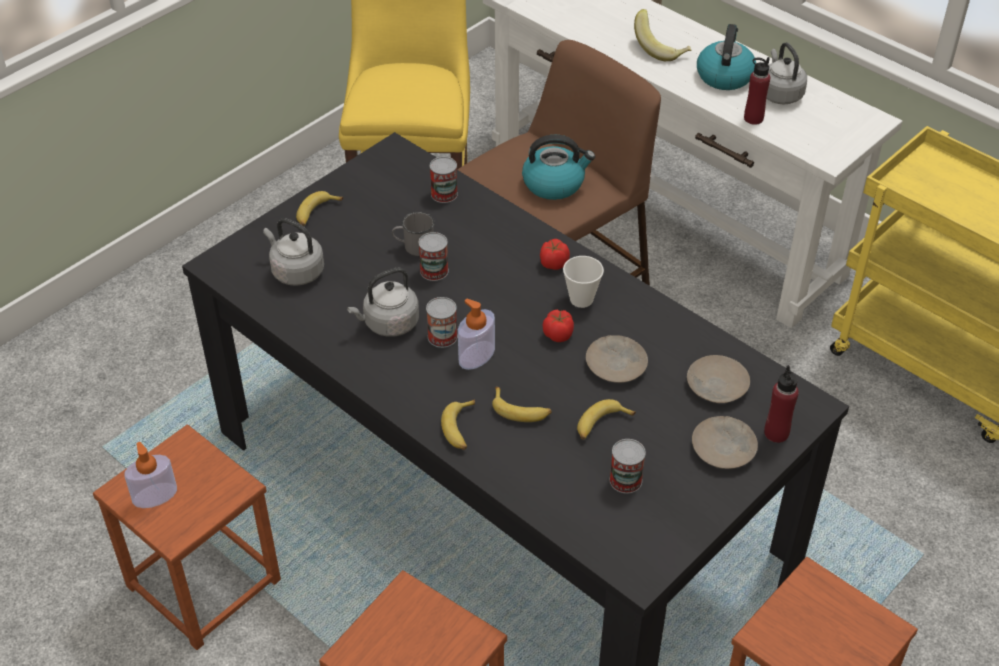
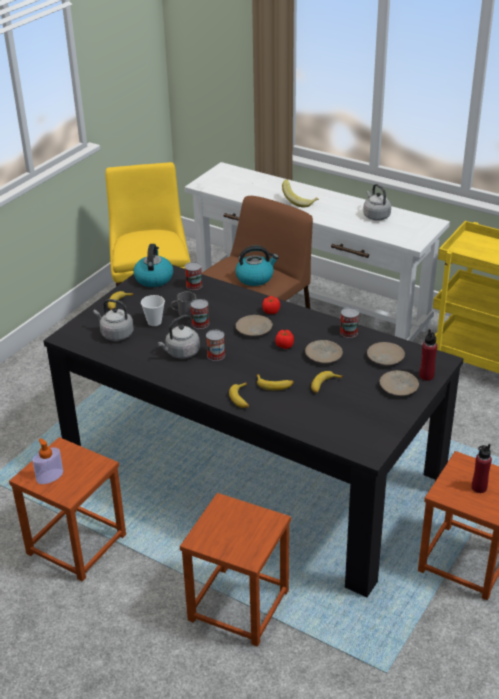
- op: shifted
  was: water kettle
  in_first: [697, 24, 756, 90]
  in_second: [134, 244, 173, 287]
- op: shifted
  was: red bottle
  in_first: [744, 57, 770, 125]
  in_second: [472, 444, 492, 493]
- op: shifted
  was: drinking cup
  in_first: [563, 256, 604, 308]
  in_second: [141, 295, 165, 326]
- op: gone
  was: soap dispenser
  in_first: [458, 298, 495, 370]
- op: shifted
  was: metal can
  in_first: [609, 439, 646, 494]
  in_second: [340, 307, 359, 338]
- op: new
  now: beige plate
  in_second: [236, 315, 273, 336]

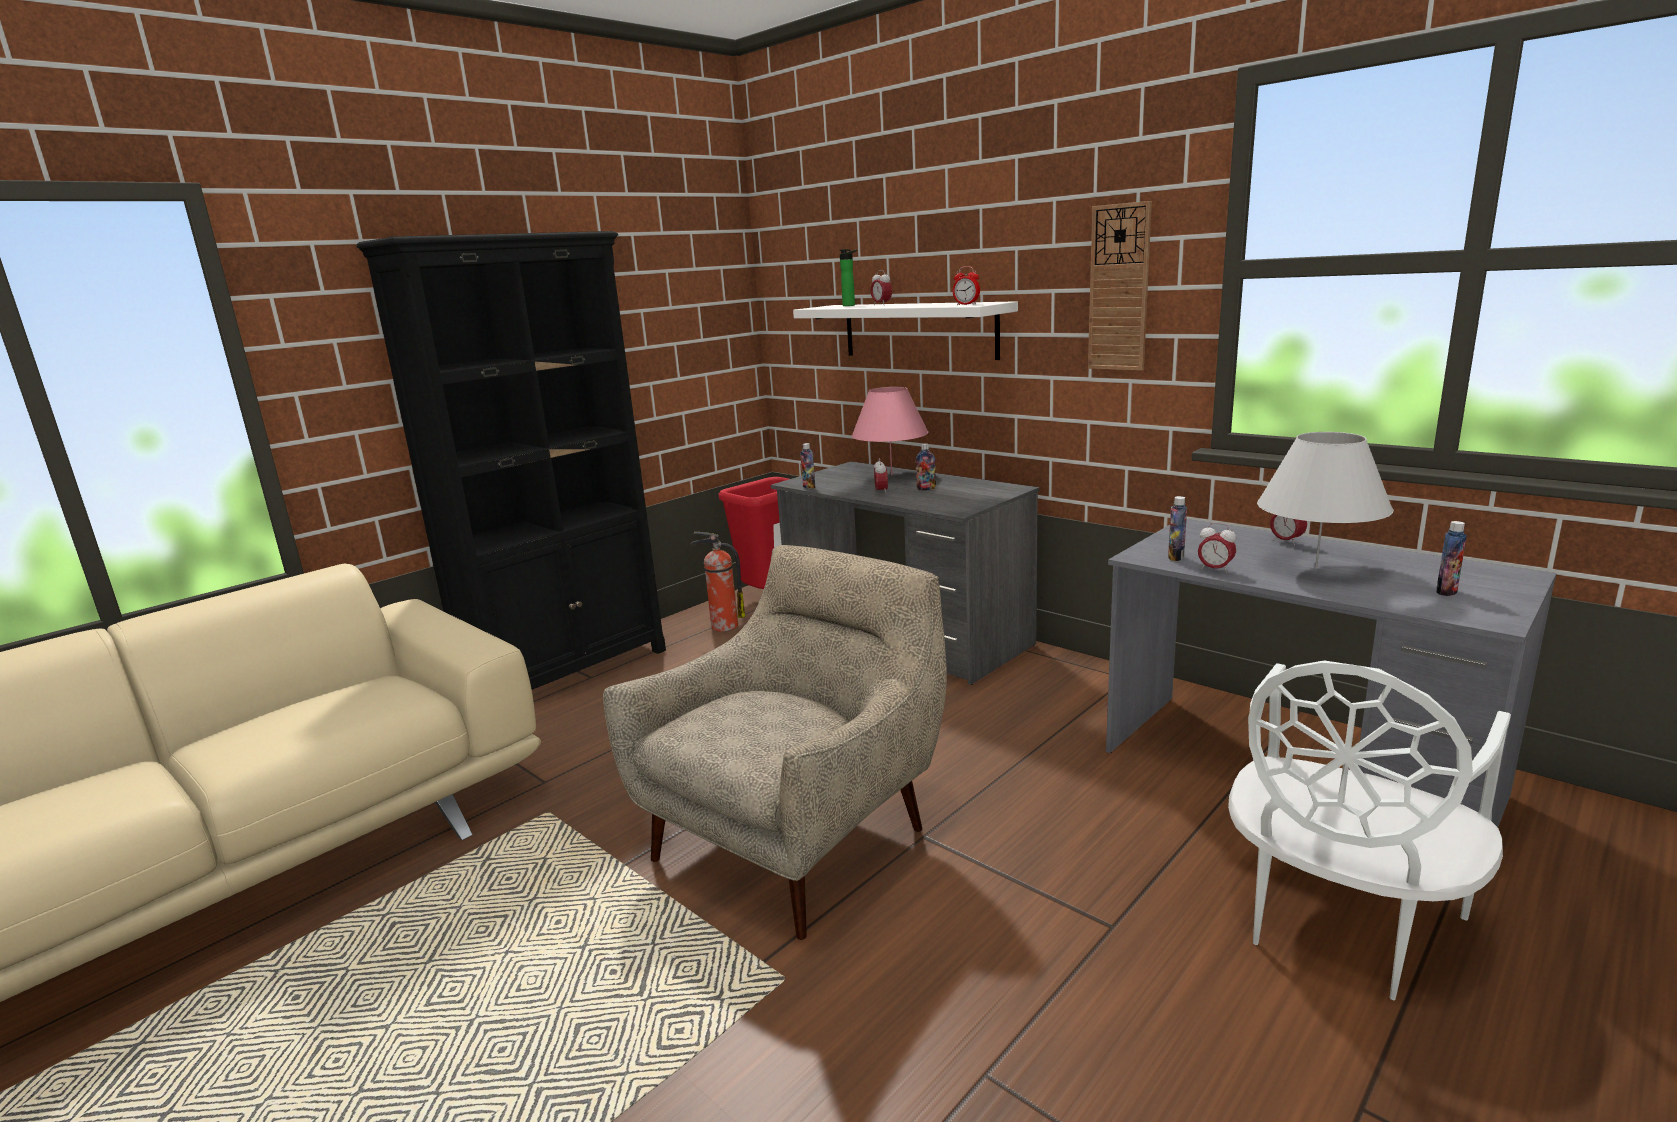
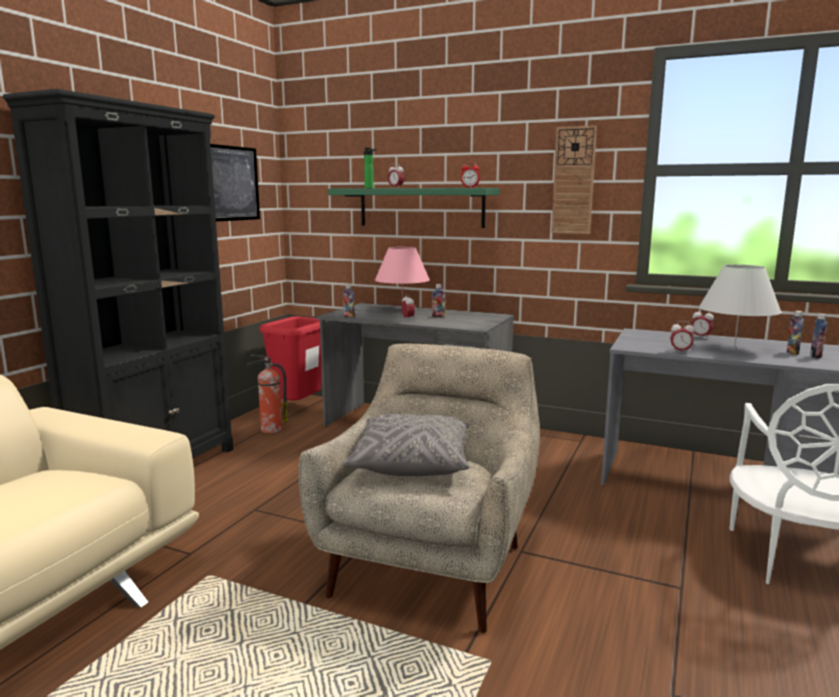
- op: repainted
  was: whitish shelf
  now: green-coloured shelf
  in_first: [793, 301, 1018, 360]
  in_second: [328, 188, 500, 228]
- op: shifted
  was: bottle
  in_first: [1168, 496, 1187, 561]
  in_second: [787, 311, 804, 355]
- op: new
  now: wall picture
  in_second: [210, 144, 260, 222]
- op: new
  now: greyish cushion
  in_second: [343, 414, 469, 476]

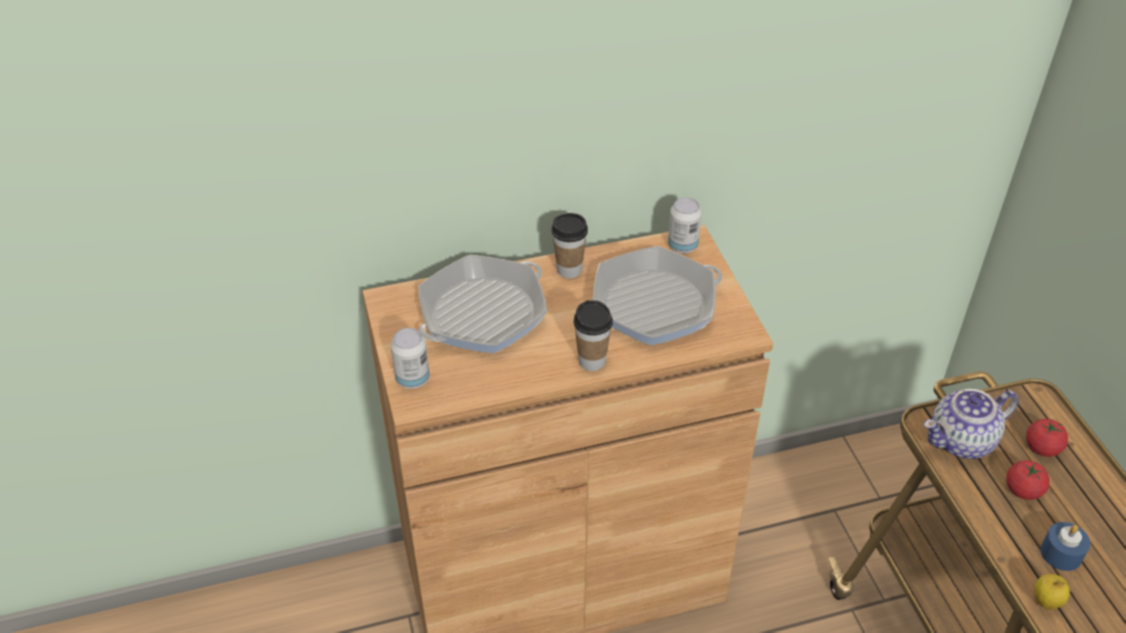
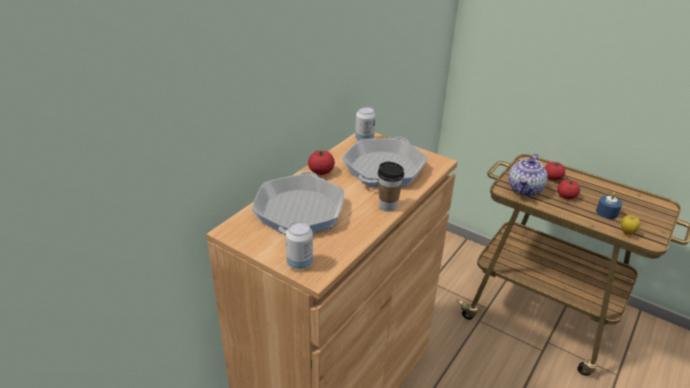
- op: swapped
  was: drinking cup
  now: whole tomato
  in_first: [551, 213, 588, 278]
  in_second: [308, 150, 335, 175]

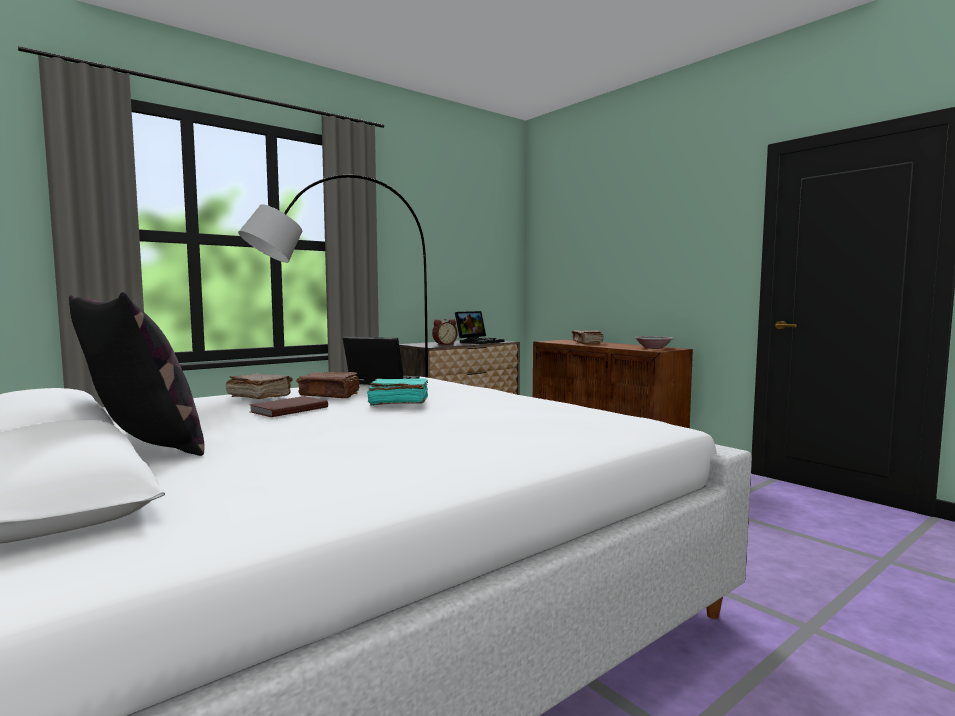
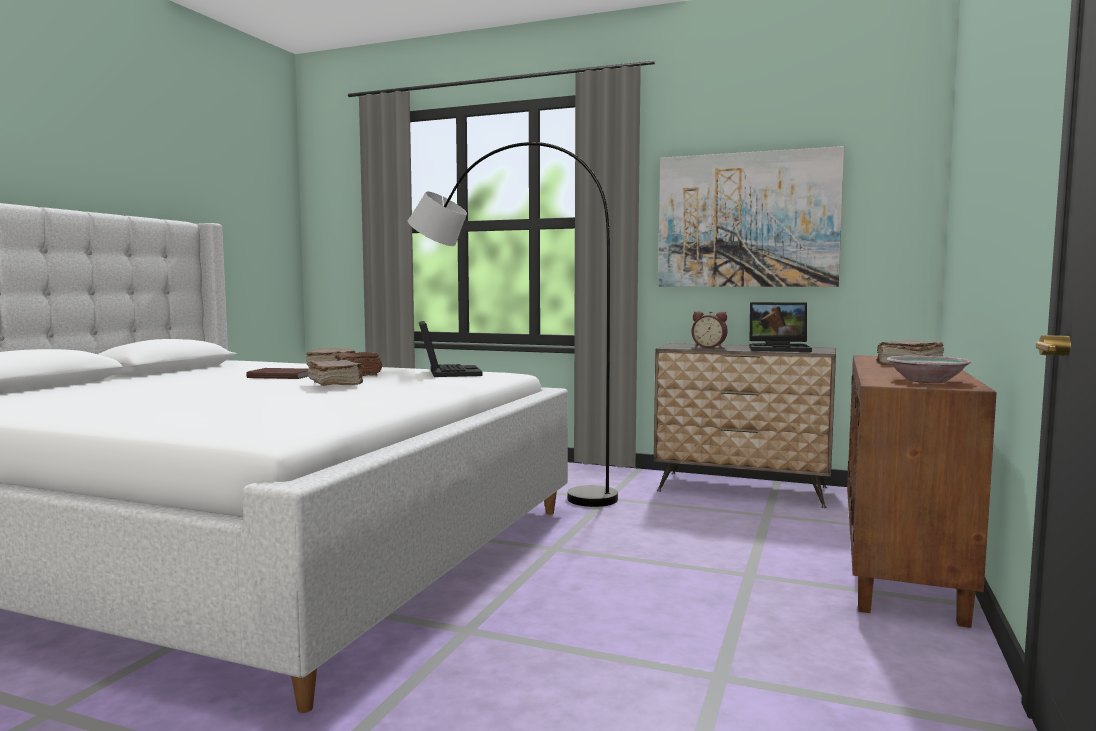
- op: gone
  was: cushion
  in_first: [69, 292, 204, 456]
- op: repainted
  was: blue-green book
  now: brown book
  in_first: [367, 378, 428, 406]
  in_second: [308, 360, 365, 386]
- op: new
  now: wall picture
  in_second: [658, 146, 844, 287]

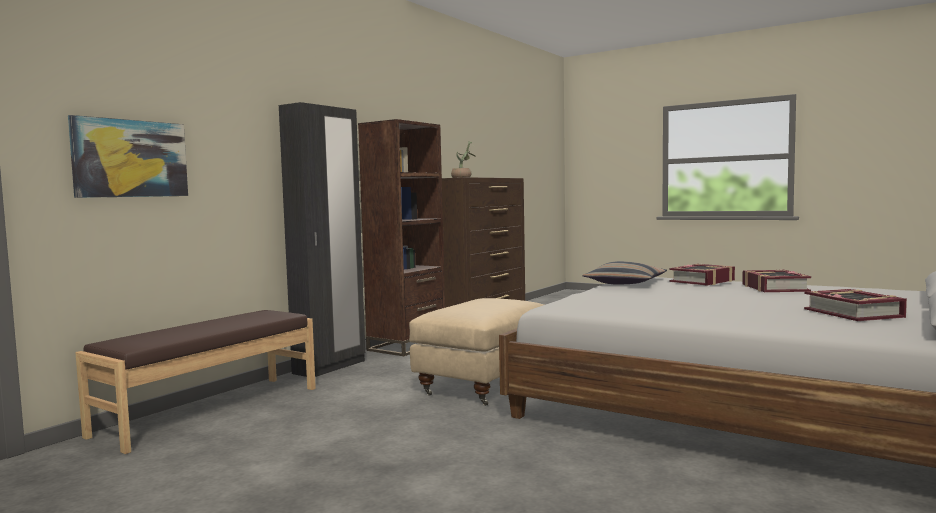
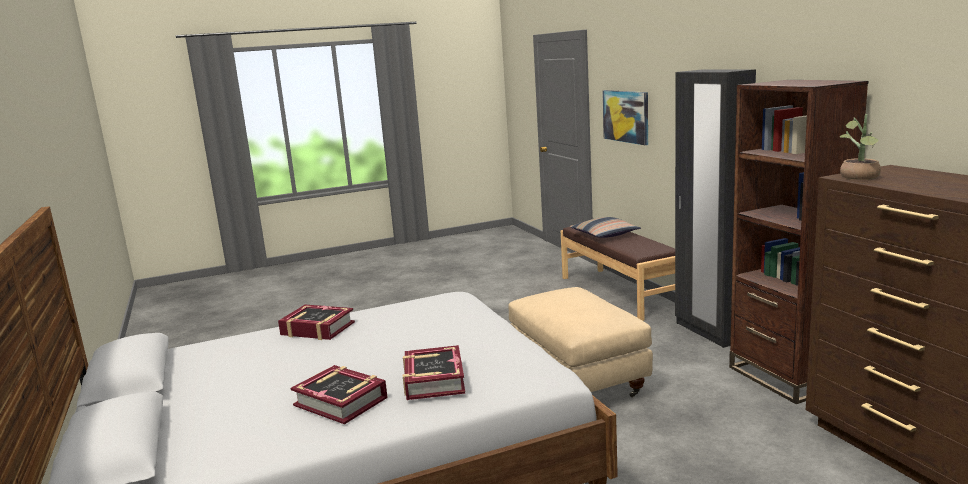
- op: shifted
  was: cushion
  in_first: [583, 261, 667, 284]
  in_second: [569, 217, 641, 238]
- op: shifted
  was: book
  in_first: [804, 289, 907, 321]
  in_second: [278, 305, 355, 340]

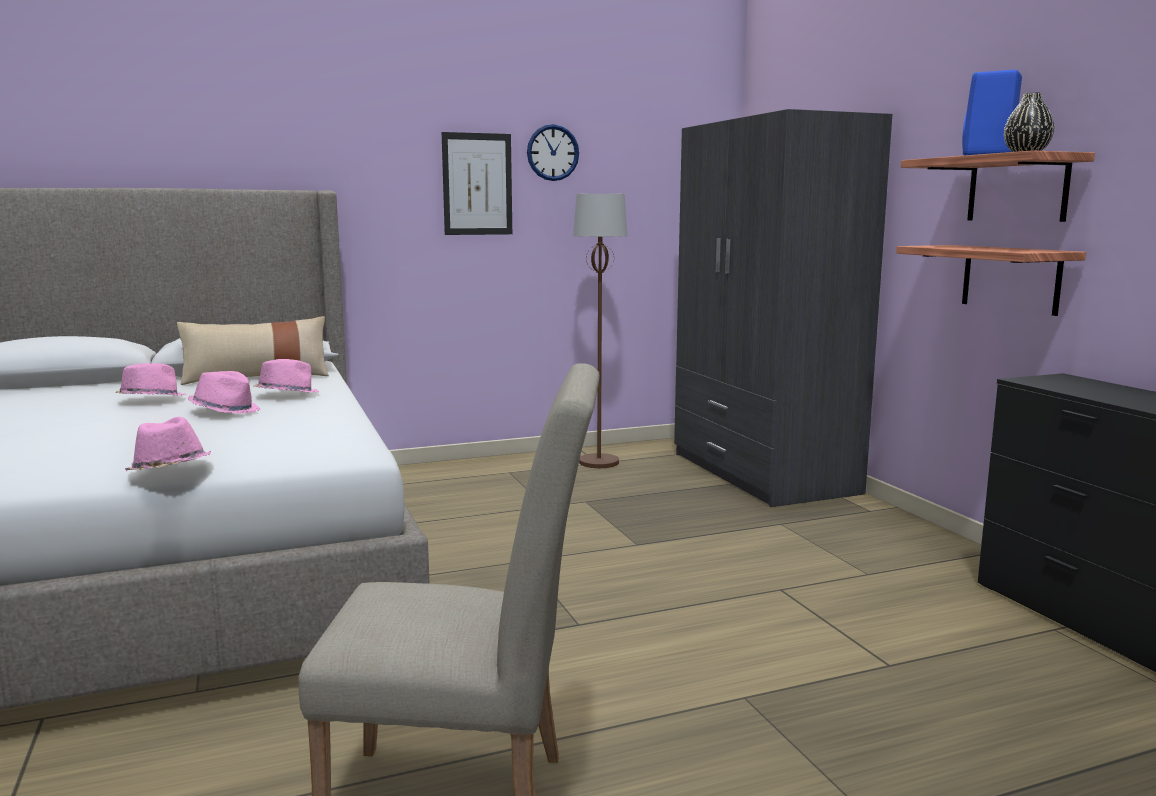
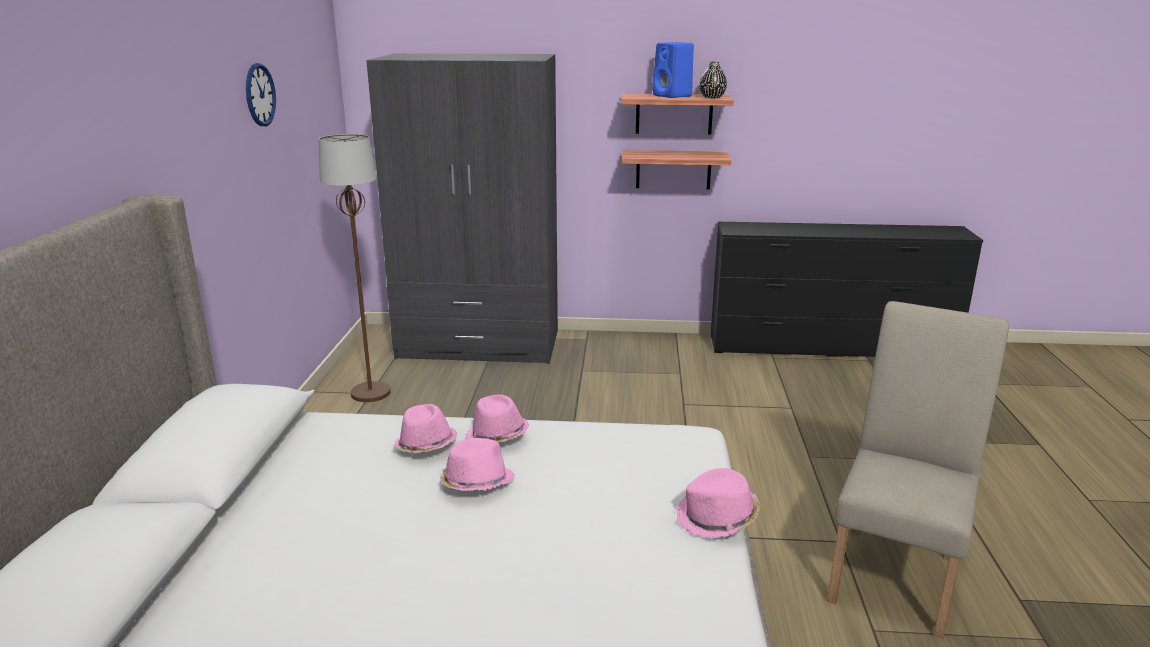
- op: gone
  was: wall picture
  in_first: [442, 132, 512, 235]
- op: gone
  was: beige cushion
  in_first: [177, 316, 329, 385]
- op: shifted
  was: pinkish clothing hat
  in_first: [116, 363, 186, 396]
  in_second: [466, 394, 529, 442]

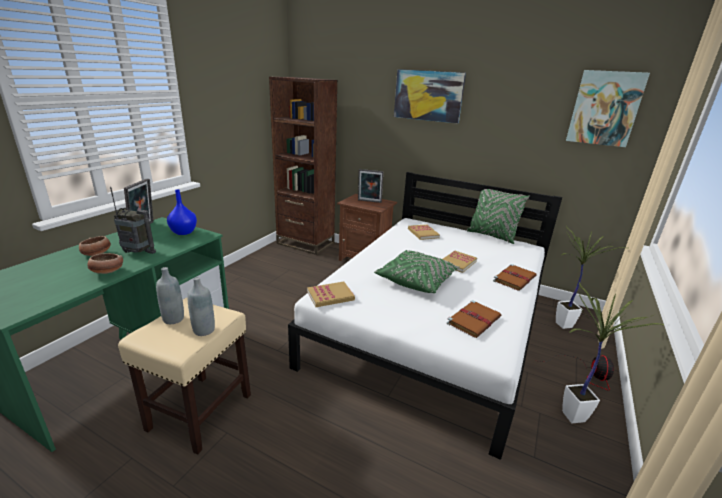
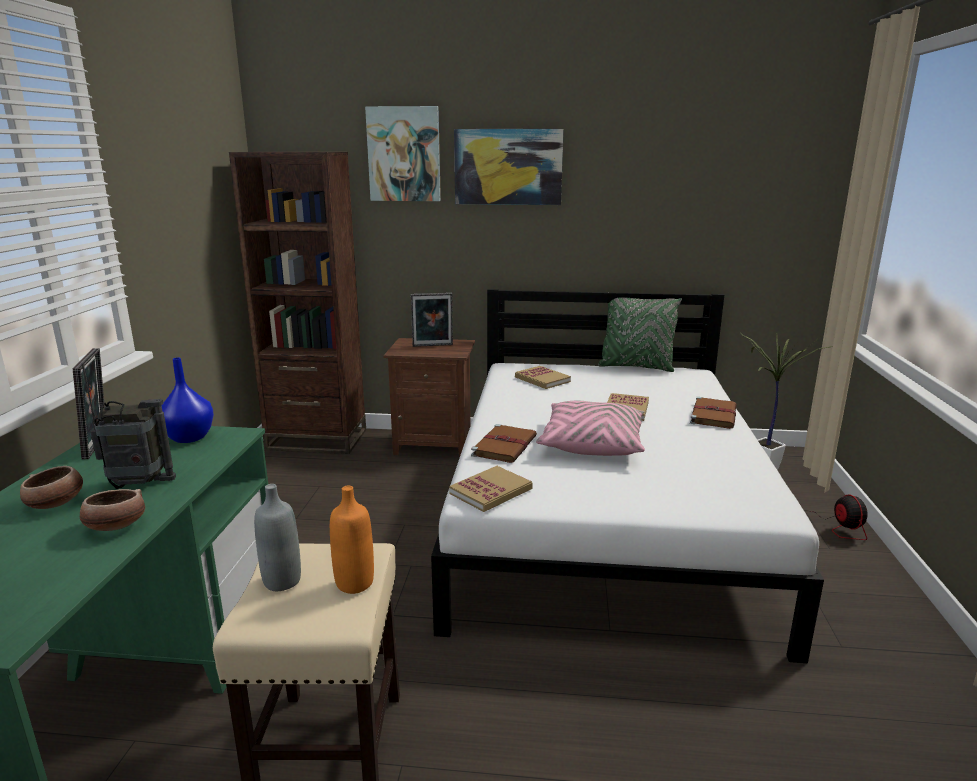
- op: shifted
  was: wall picture
  in_first: [566, 70, 650, 147]
  in_second: [365, 106, 441, 201]
- op: repainted
  was: green-coloured cushion
  now: pinkish cushion
  in_first: [374, 250, 460, 293]
  in_second: [536, 401, 645, 456]
- op: repainted
  was: greyish bottle
  now: orange-coloured bottle
  in_first: [187, 277, 215, 336]
  in_second: [330, 485, 374, 594]
- op: gone
  was: potted plant
  in_first: [562, 283, 664, 423]
- op: shifted
  was: brown book
  in_first: [447, 300, 501, 338]
  in_second: [471, 424, 537, 463]

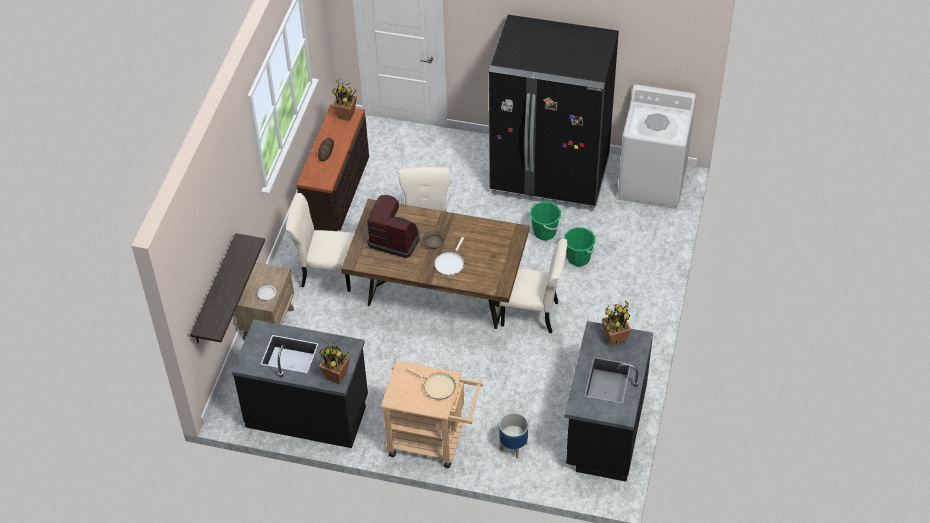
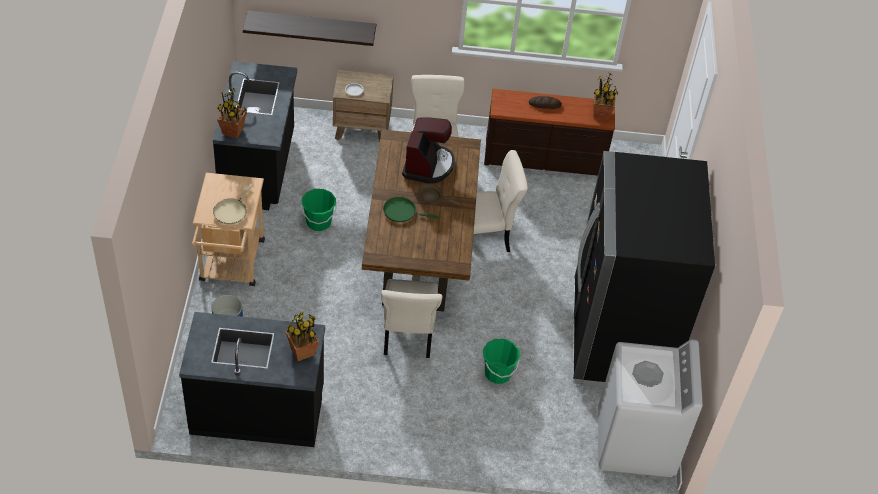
- op: shifted
  was: green-coloured water bucket
  in_first: [530, 202, 561, 240]
  in_second: [301, 189, 337, 231]
- op: repainted
  was: whitish frying pan
  now: green-coloured frying pan
  in_first: [434, 237, 464, 276]
  in_second: [383, 197, 439, 222]

